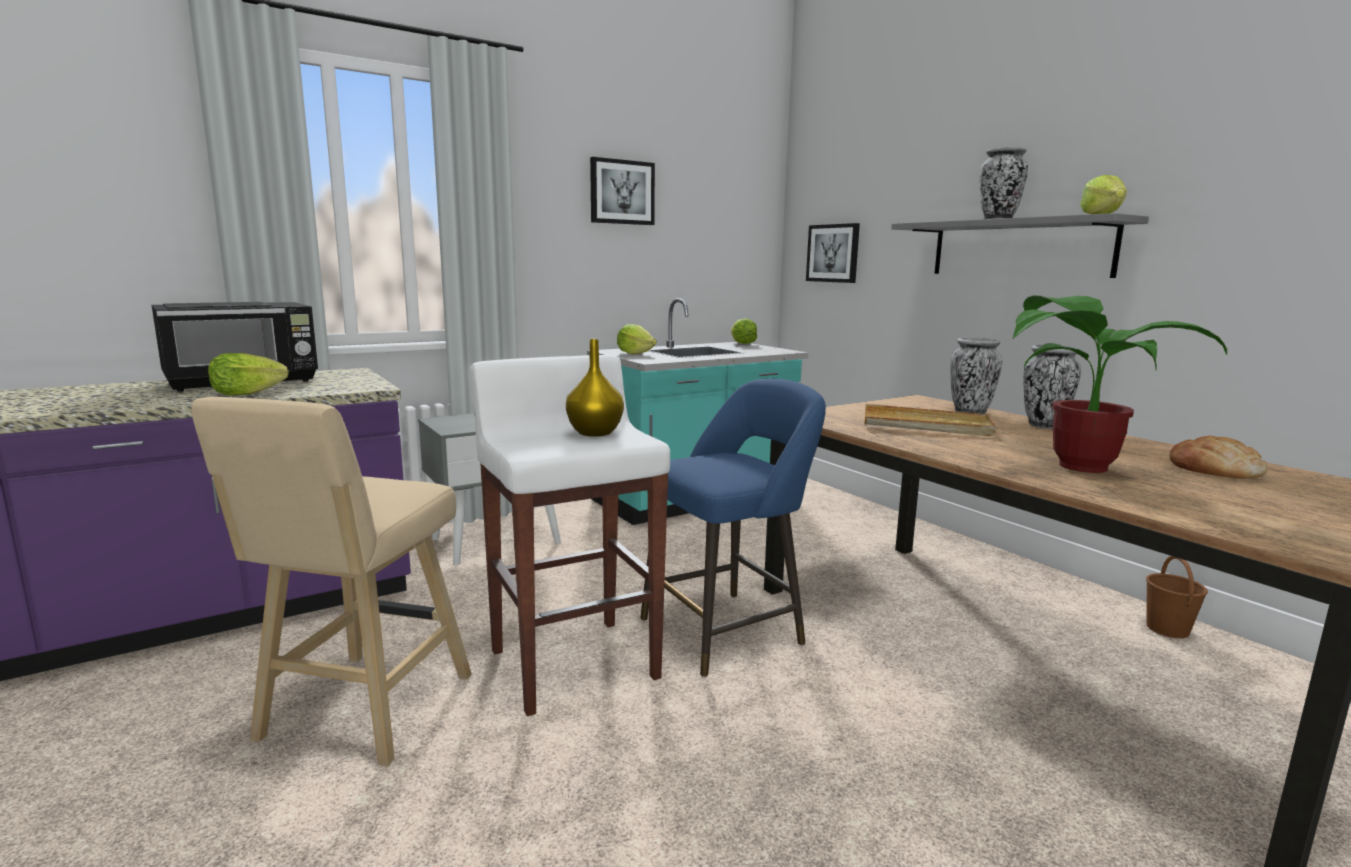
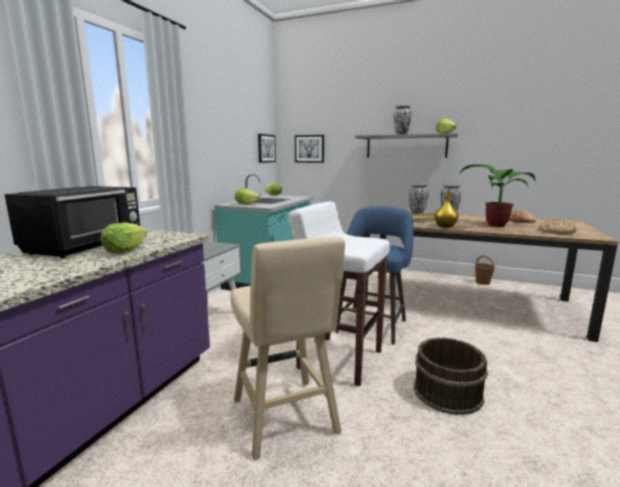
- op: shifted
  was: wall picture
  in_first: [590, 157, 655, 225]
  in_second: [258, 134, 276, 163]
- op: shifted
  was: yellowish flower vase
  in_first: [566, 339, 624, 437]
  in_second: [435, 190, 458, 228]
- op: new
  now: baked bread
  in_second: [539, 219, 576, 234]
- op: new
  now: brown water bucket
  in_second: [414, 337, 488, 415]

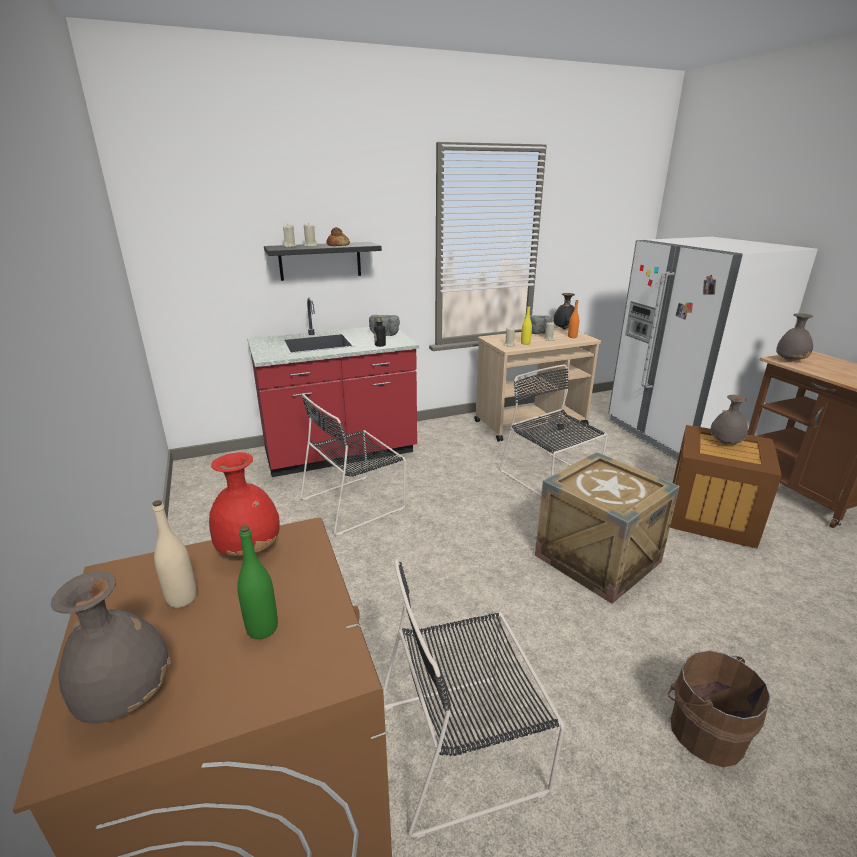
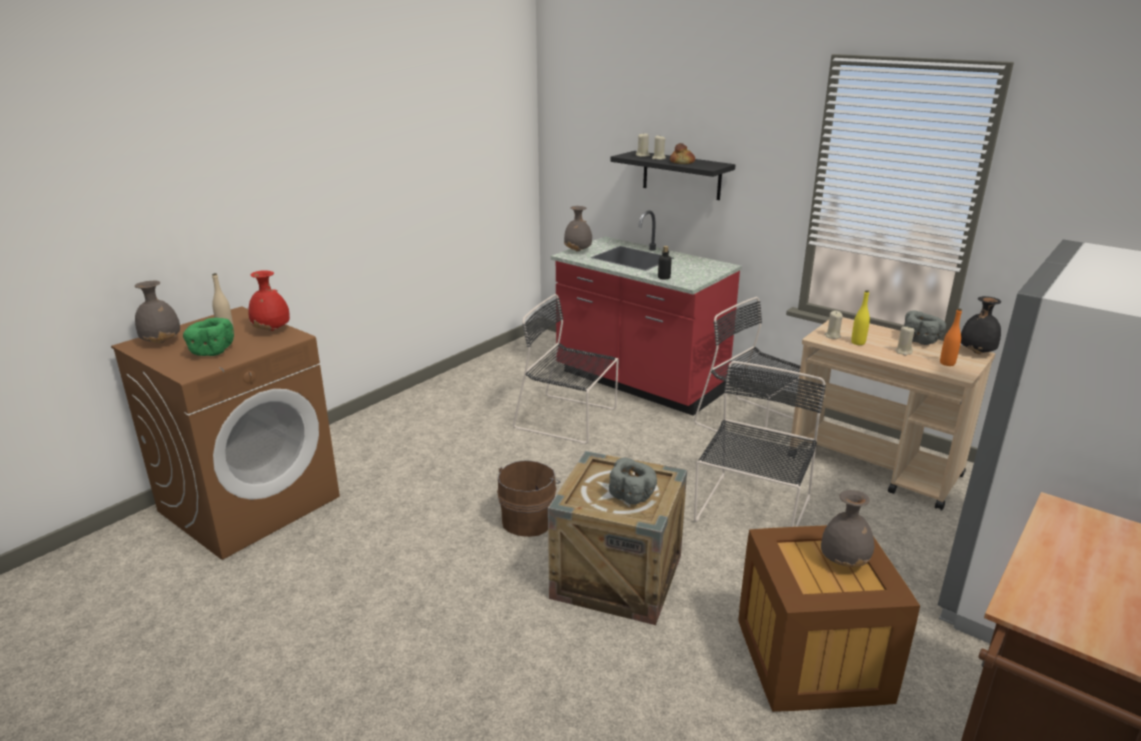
- op: shifted
  was: greyish flower vase
  in_first: [776, 313, 814, 362]
  in_second: [564, 206, 592, 251]
- op: shifted
  was: greyish serving bowl
  in_first: [369, 315, 400, 336]
  in_second: [609, 458, 657, 505]
- op: swapped
  was: green-coloured bottle
  now: green-coloured serving bowl
  in_first: [237, 525, 278, 639]
  in_second: [183, 318, 234, 356]
- op: shifted
  was: black-coloured chair
  in_first: [383, 559, 564, 839]
  in_second: [694, 297, 801, 451]
- op: shifted
  was: brown water bucket
  in_first: [668, 650, 770, 767]
  in_second: [497, 460, 561, 537]

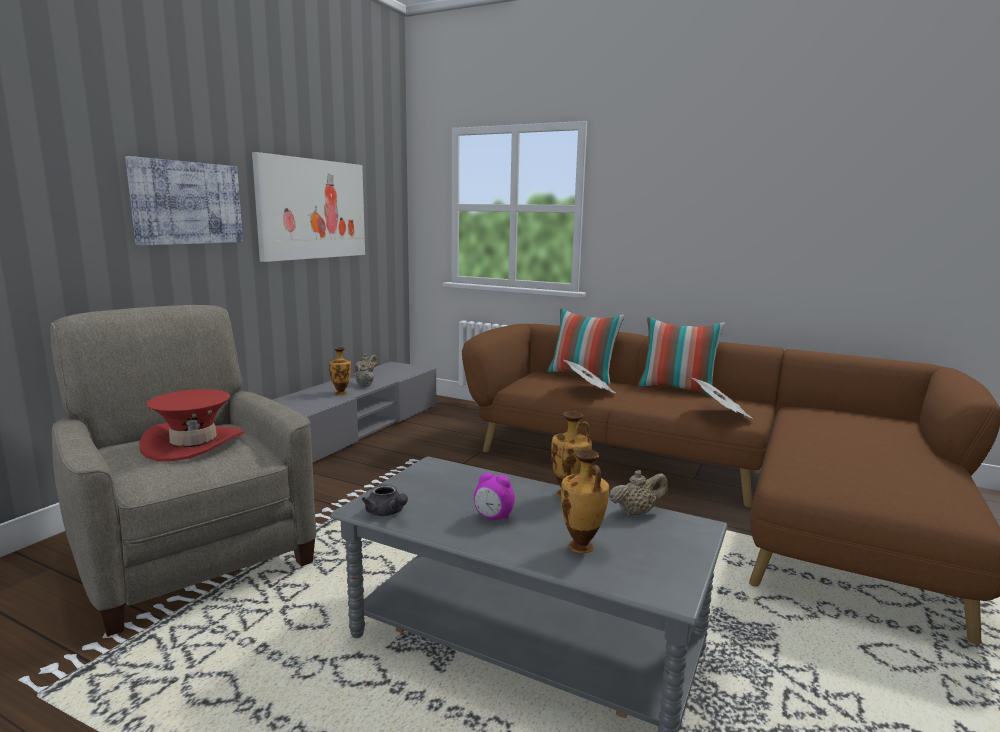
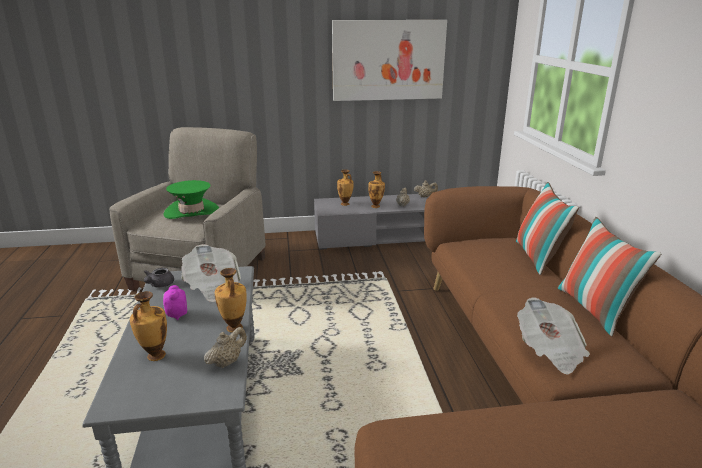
- op: gone
  was: wall picture
  in_first: [125, 156, 243, 246]
- op: shifted
  was: printed paper
  in_first: [562, 359, 617, 394]
  in_second: [181, 244, 241, 302]
- op: repainted
  was: red clothing hat
  now: green-coloured clothing hat
  in_first: [140, 389, 245, 461]
  in_second: [164, 180, 219, 219]
- op: rotated
  was: beige pot for tea
  in_first: [609, 470, 668, 516]
  in_second: [204, 327, 247, 368]
  clockwise: -90
- op: new
  now: flower vase
  in_second: [337, 169, 354, 206]

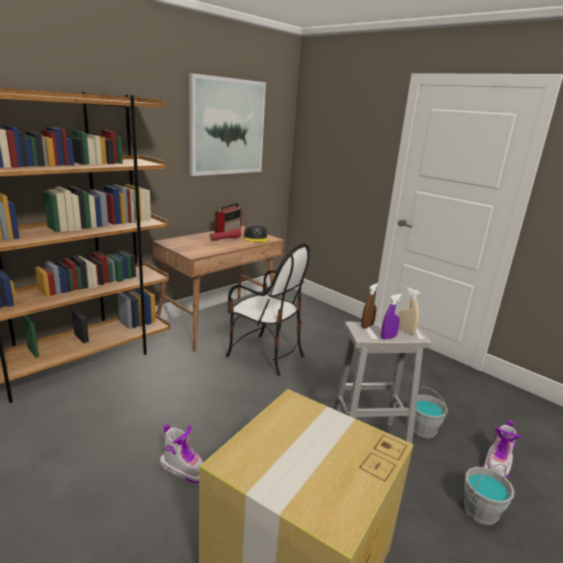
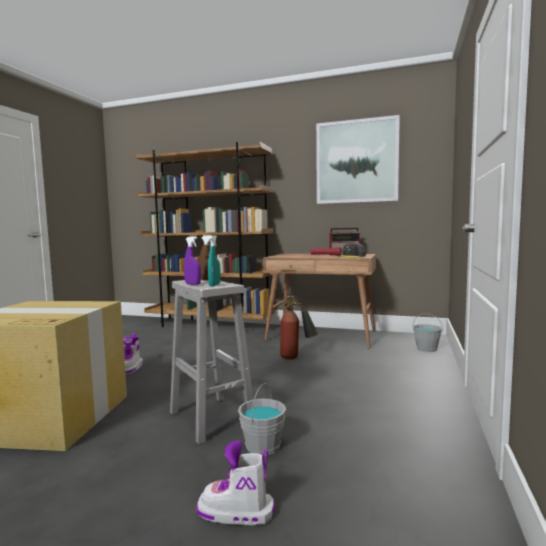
- op: swapped
  was: chair
  now: fire-fighting cylinder
  in_first: [226, 243, 310, 376]
  in_second: [280, 295, 318, 360]
- op: repainted
  was: beige sprayer
  now: blue-green sprayer
  in_first: [399, 288, 420, 334]
  in_second: [208, 235, 221, 286]
- op: shifted
  was: greyish water bucket
  in_first: [464, 464, 515, 525]
  in_second: [413, 314, 443, 352]

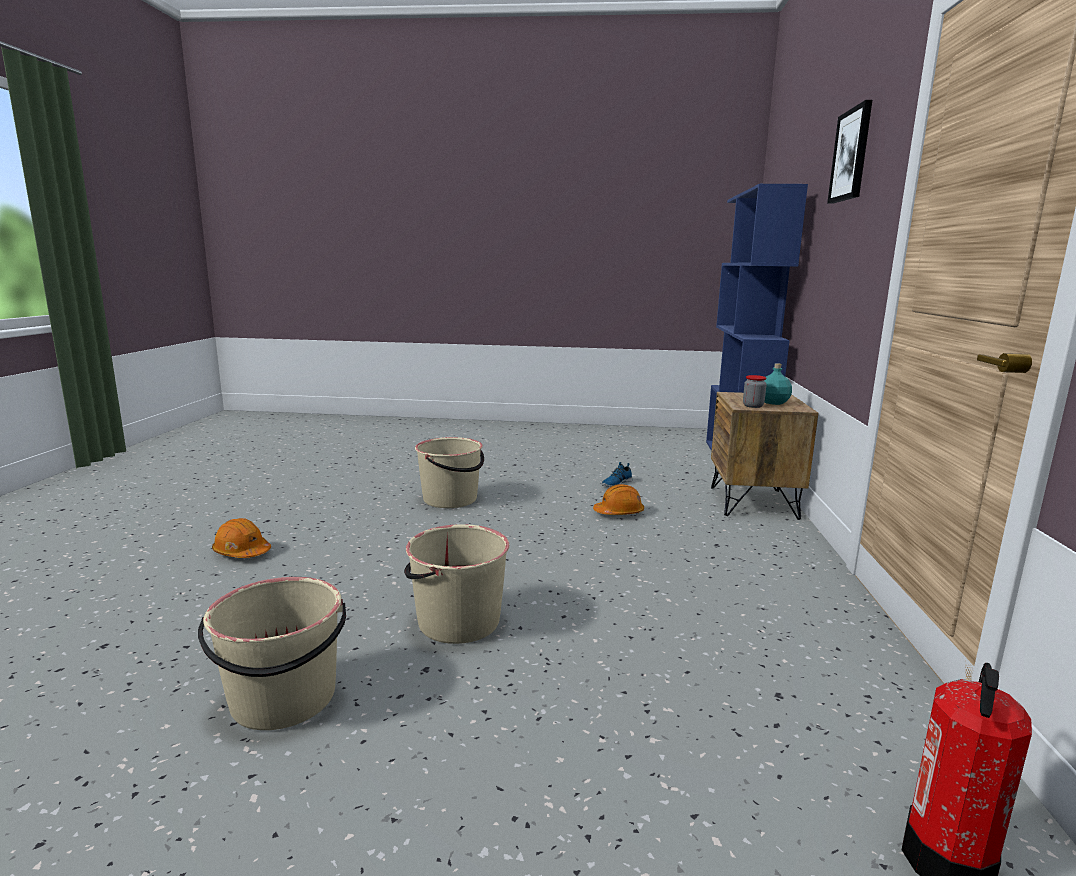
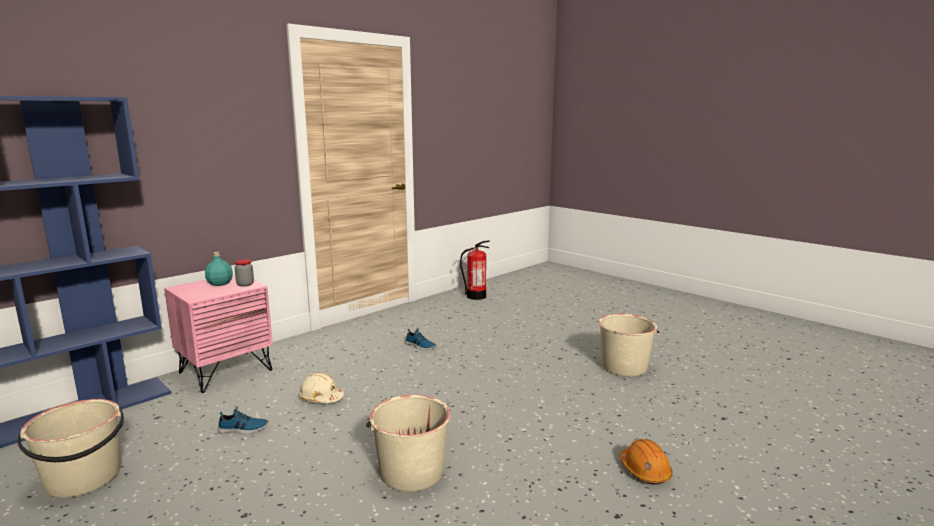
- op: gone
  was: wall picture
  in_first: [827, 100, 872, 204]
- op: repainted
  was: brown bedside table
  now: pinkish bedside table
  in_first: [711, 392, 819, 520]
  in_second: [164, 274, 273, 393]
- op: repainted
  was: orange-coloured safety helmet
  now: beige safety helmet
  in_first: [593, 484, 644, 515]
  in_second: [299, 372, 344, 403]
- op: shifted
  was: beige water bucket
  in_first: [404, 524, 510, 644]
  in_second: [17, 399, 124, 498]
- op: new
  now: item of footwear
  in_second: [405, 328, 436, 350]

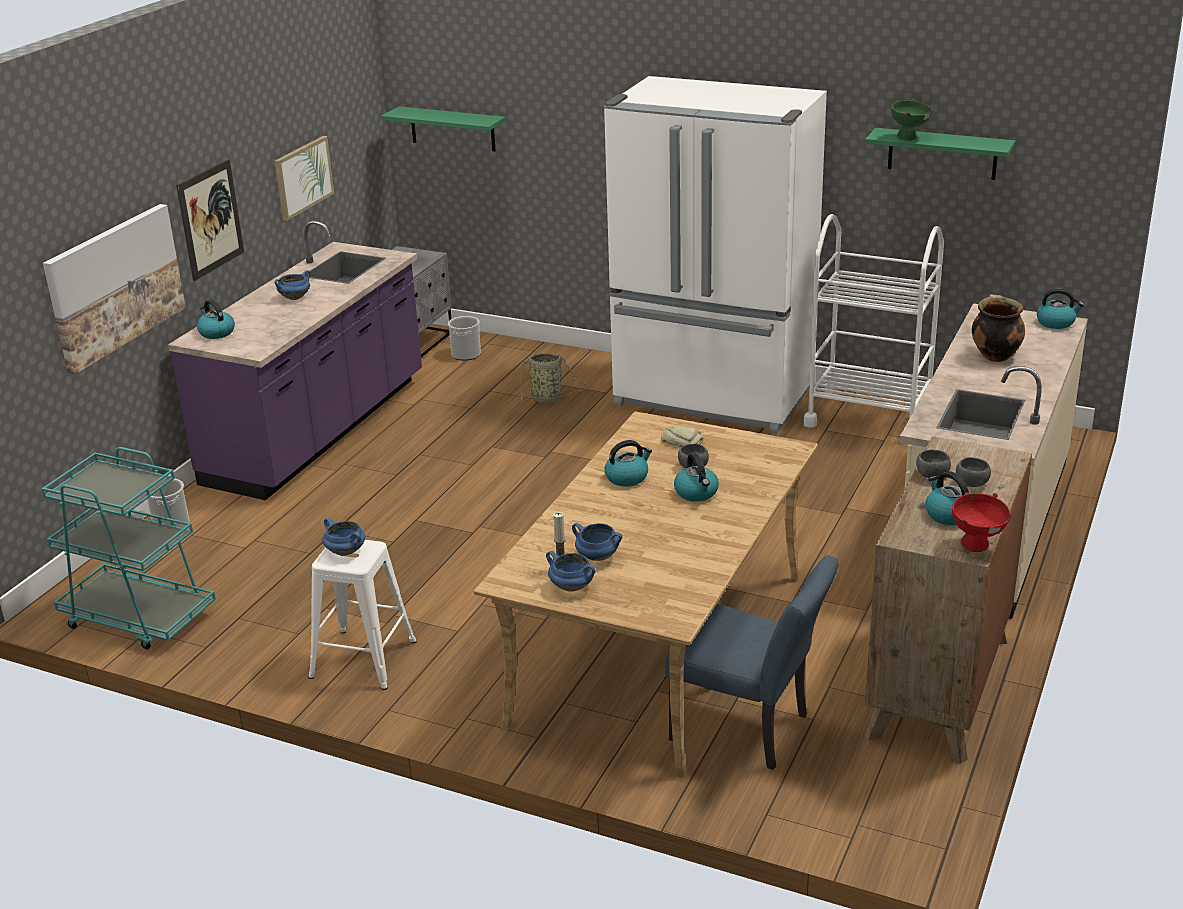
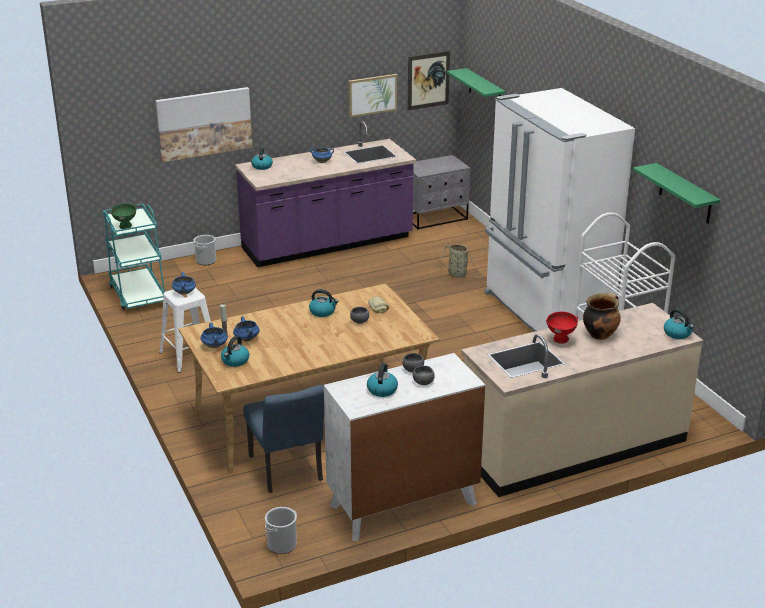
- op: shifted
  was: green-coloured serving bowl
  in_first: [891, 98, 932, 140]
  in_second: [110, 204, 136, 229]
- op: shifted
  was: wall picture
  in_first: [176, 159, 244, 281]
  in_second: [408, 51, 450, 110]
- op: shifted
  was: water bucket
  in_first: [448, 316, 481, 361]
  in_second: [265, 507, 297, 554]
- op: repainted
  was: brown drawer chest
  now: whitish drawer chest
  in_first: [865, 436, 1032, 764]
  in_second: [324, 353, 485, 541]
- op: shifted
  was: water kettle
  in_first: [674, 453, 719, 502]
  in_second: [221, 336, 249, 367]
- op: shifted
  was: red serving bowl
  in_first: [952, 493, 1011, 552]
  in_second: [546, 311, 578, 344]

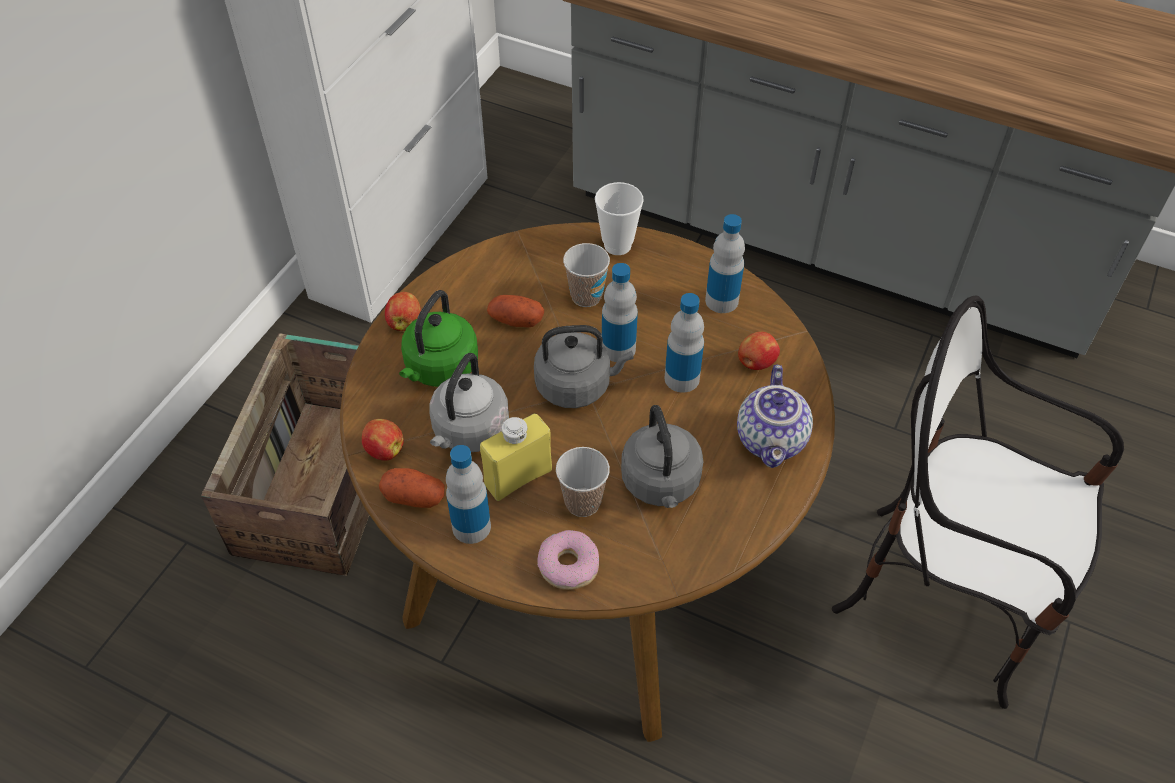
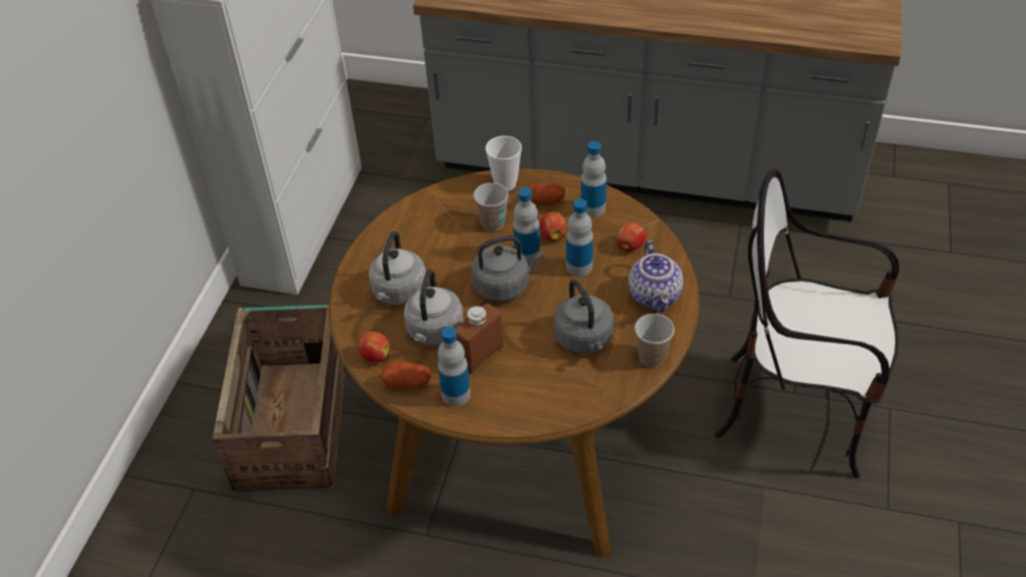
- op: repainted
  was: green-coloured water kettle
  now: greyish water kettle
  in_first: [399, 290, 478, 387]
  in_second: [369, 231, 426, 305]
- op: shifted
  was: whole apple
  in_first: [385, 292, 421, 331]
  in_second: [540, 212, 567, 241]
- op: shifted
  was: spud
  in_first: [487, 295, 544, 328]
  in_second: [527, 183, 565, 205]
- op: repainted
  was: yellowish bottle
  now: brown bottle
  in_first: [480, 413, 552, 501]
  in_second: [455, 303, 503, 374]
- op: shifted
  was: drinking cup
  in_first: [556, 447, 610, 517]
  in_second: [635, 314, 675, 367]
- op: gone
  was: doughnut
  in_first: [537, 530, 599, 590]

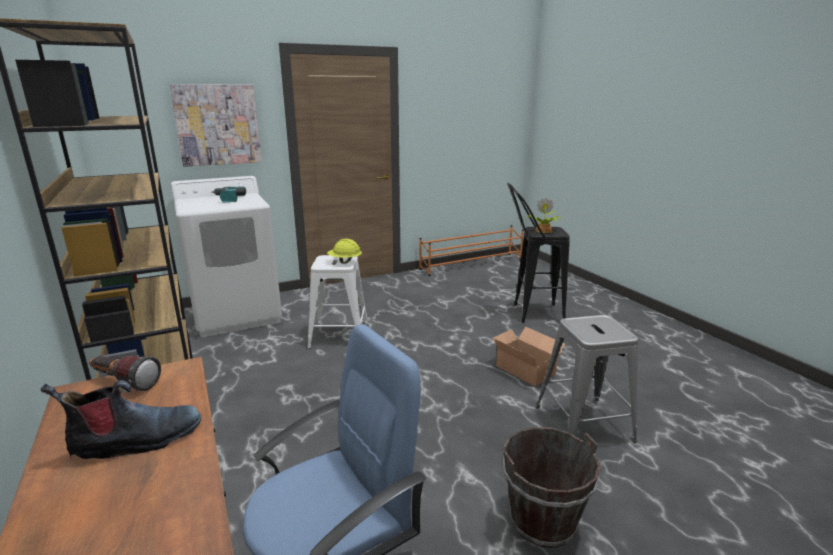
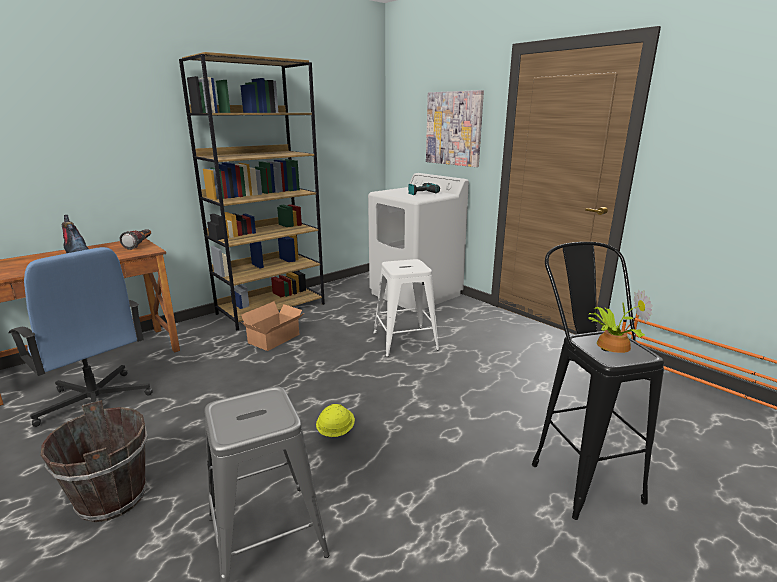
- op: shifted
  was: yellowish safety helmet
  in_first: [327, 239, 362, 264]
  in_second: [316, 404, 355, 437]
- op: shifted
  was: packing box
  in_first: [492, 327, 565, 386]
  in_second: [241, 301, 304, 351]

